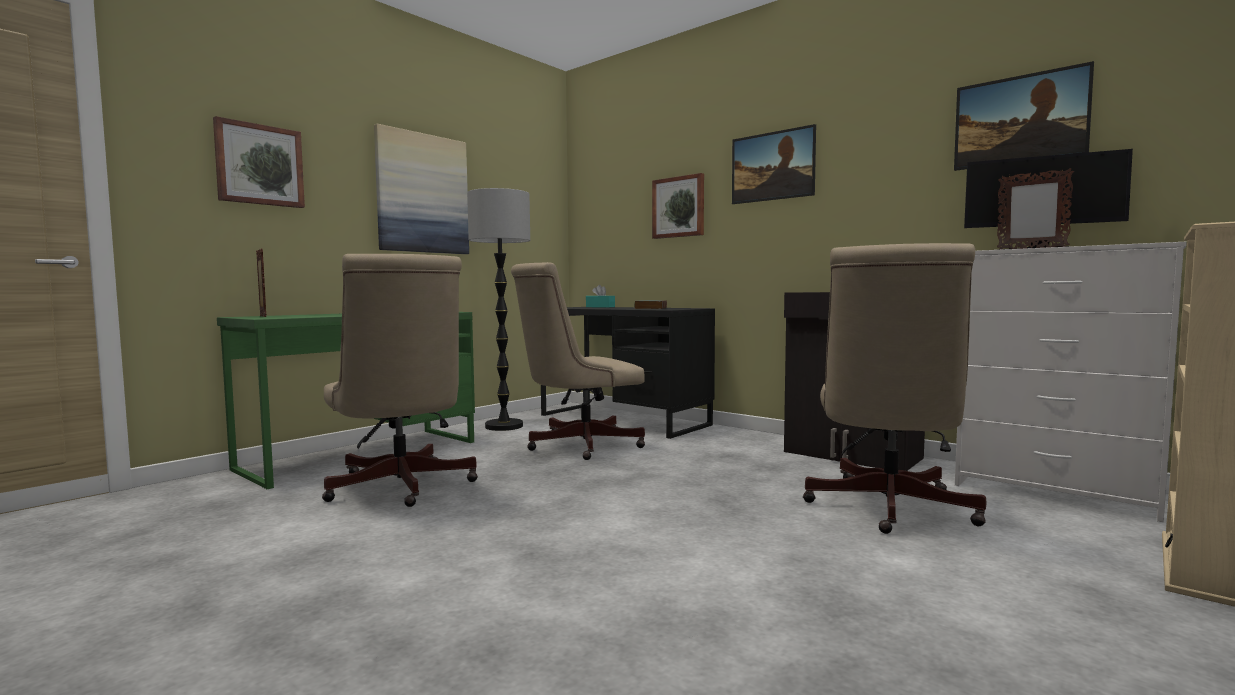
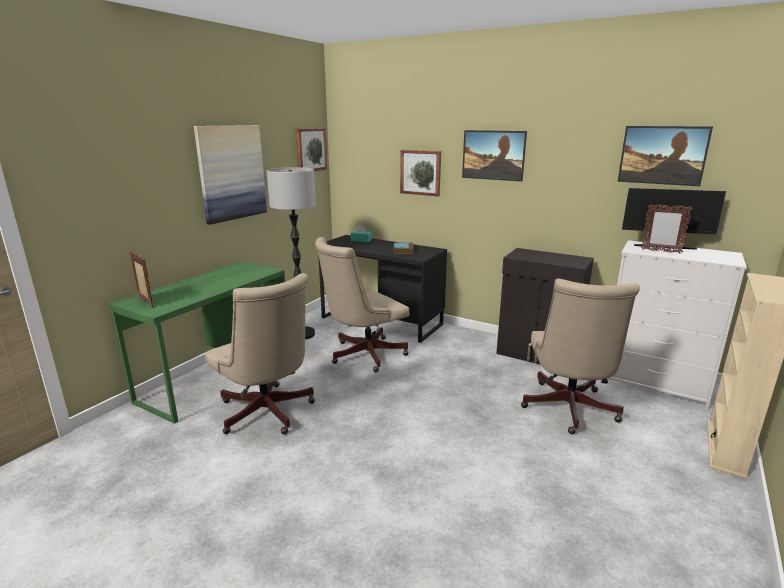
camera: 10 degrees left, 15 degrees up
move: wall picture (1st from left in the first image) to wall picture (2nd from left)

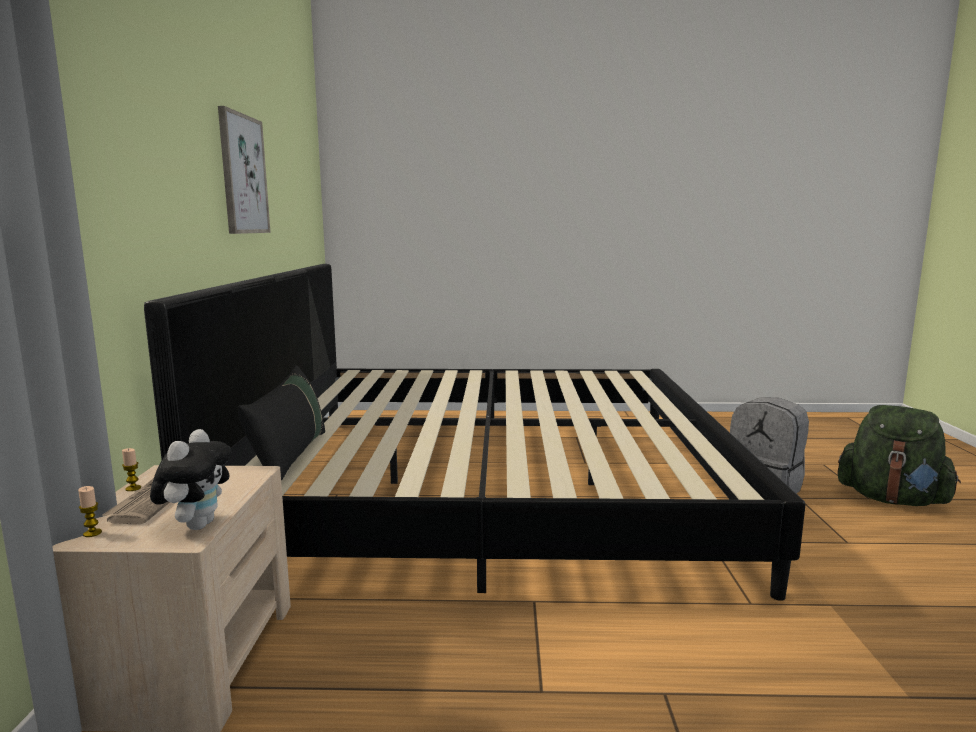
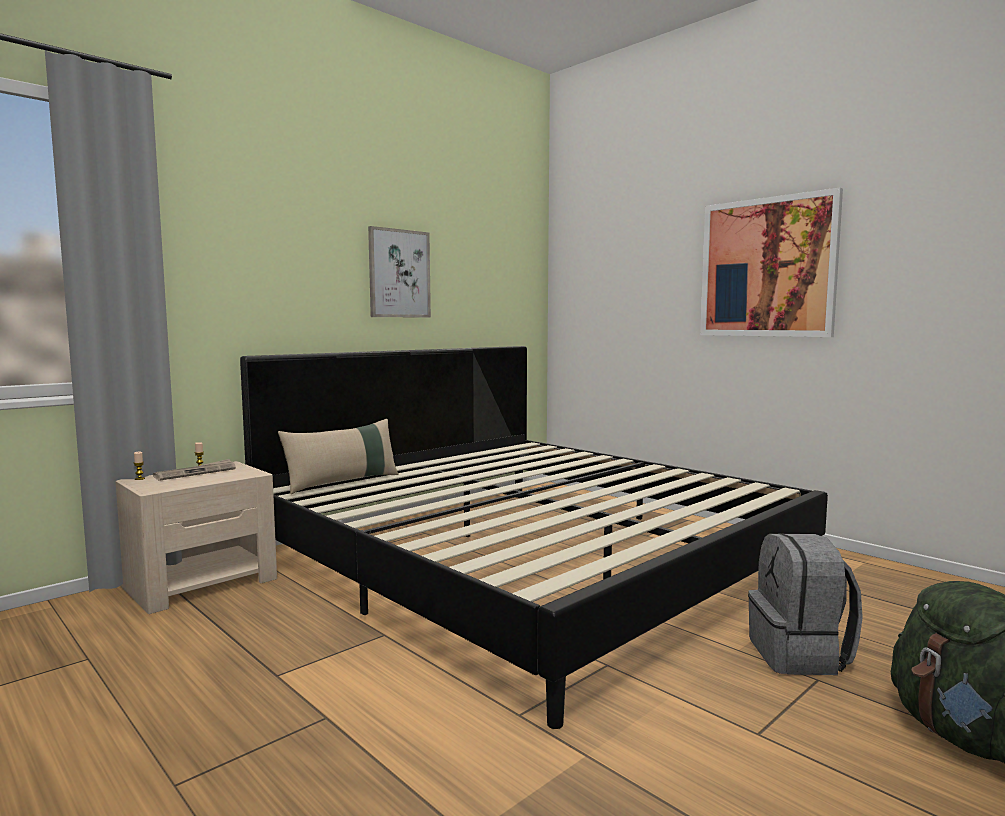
camera: 45 degrees right, 5 degrees down
delete: plush toy
insert: wall picture (2nd from left)
recolor: black throw pillow to sand-coloured throw pillow

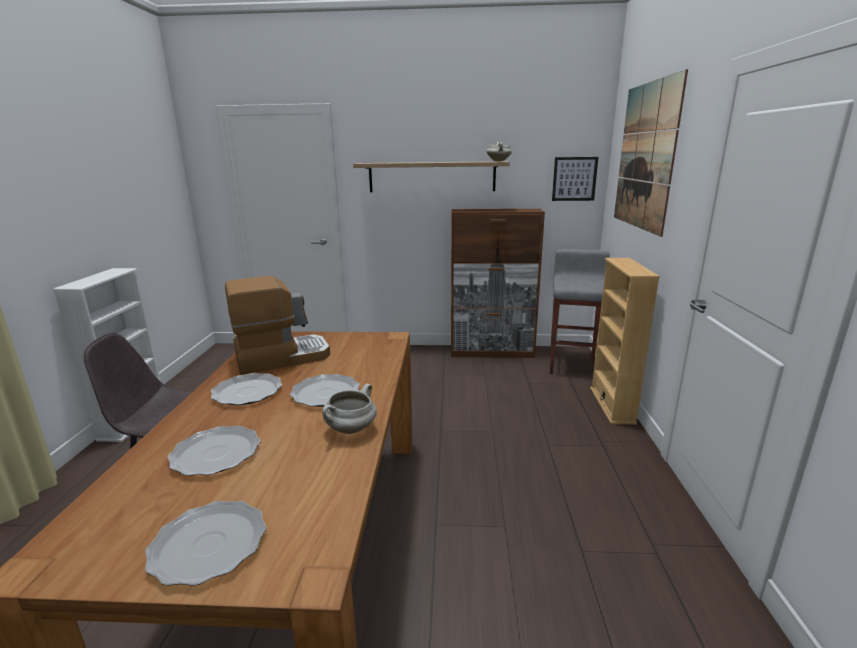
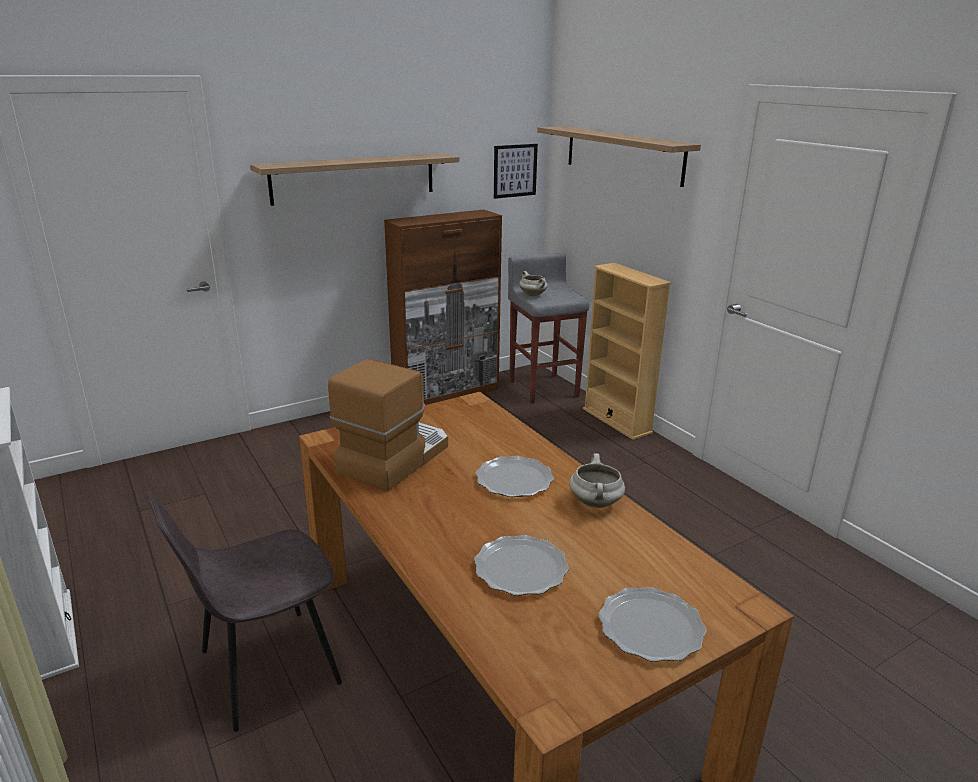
camera: 35 degrees left, 5 degrees up
delete: plate (3rd from left)
move: white-coloured stockpot (2nd from left in the first image) to white-coloured stockpot (1st from left)
replace: wall picture (2nd from left) to shelf (2nd from left)

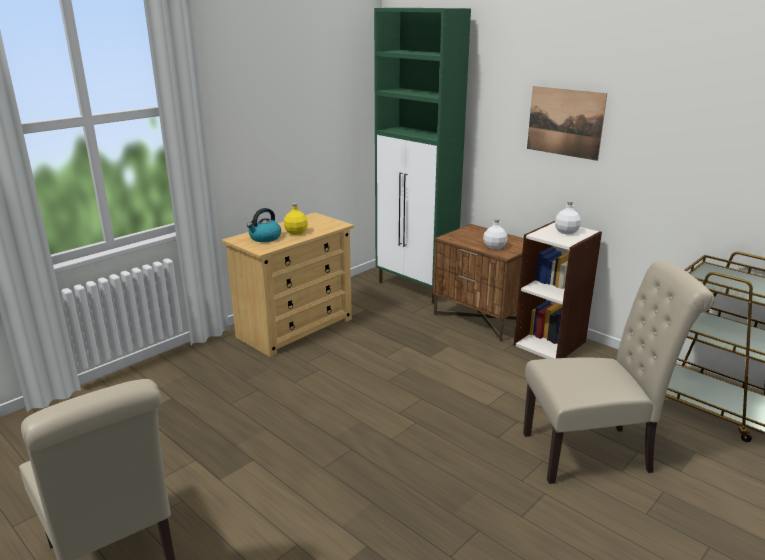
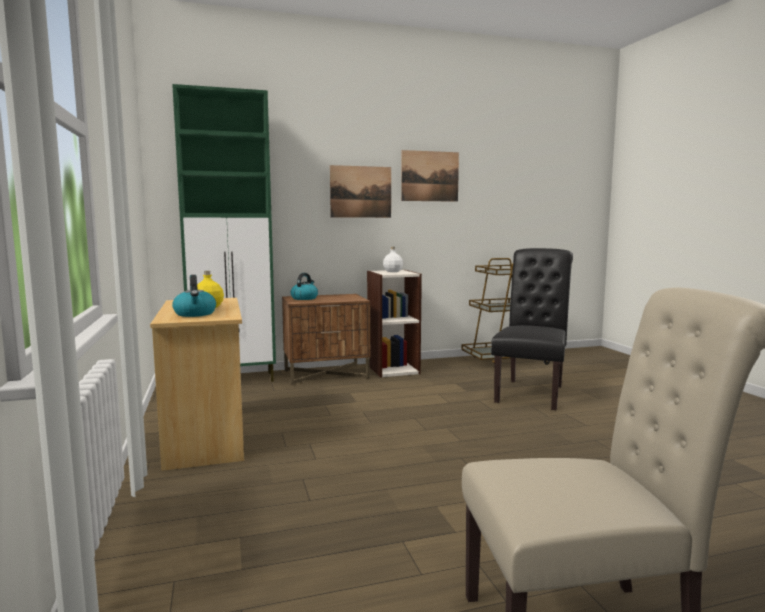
camera: 60 degrees left, 15 degrees down
delete: white-coloured bottle (1st from left)
insert: tea kettle (2nd from left); wall picture (2nd from left)
recolor: sand-coloured chair (2nd from left) to black chair

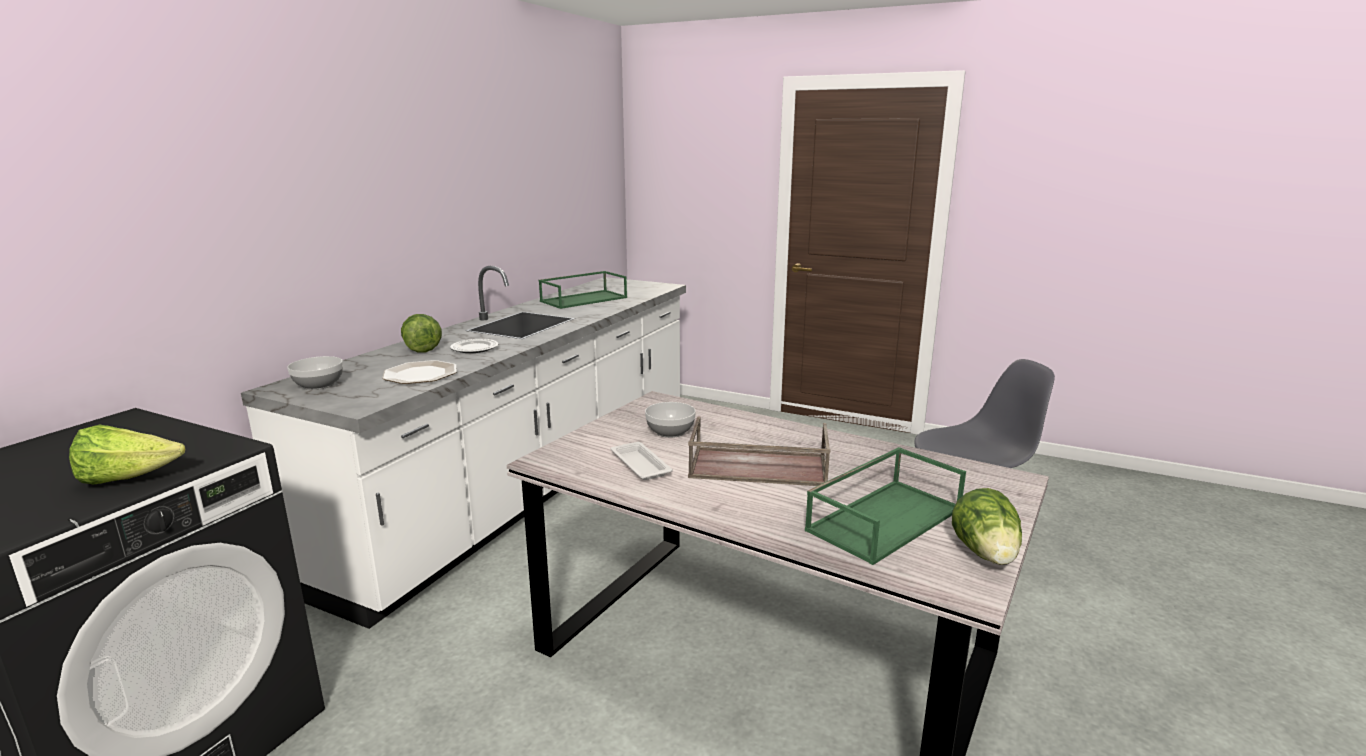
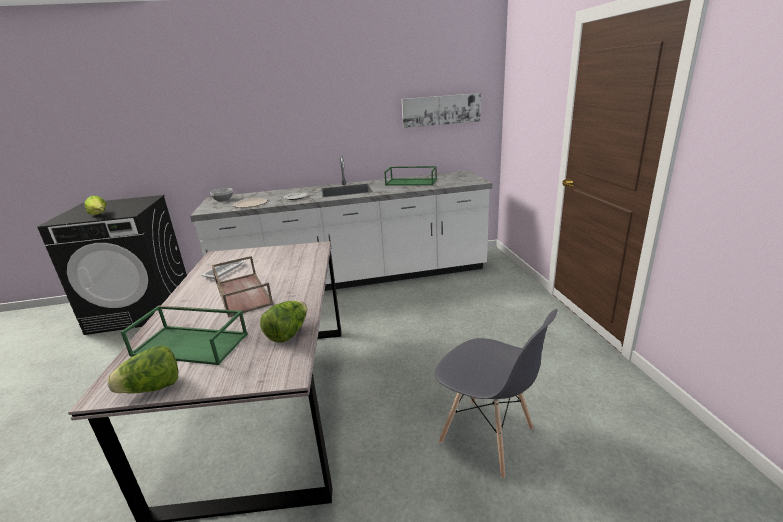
camera: 55 degrees right, 5 degrees up
delete: bowl (2nd from left)
insert: wall picture
move: lettuce (2nd from left in the first image) to lettuce (3rd from left)

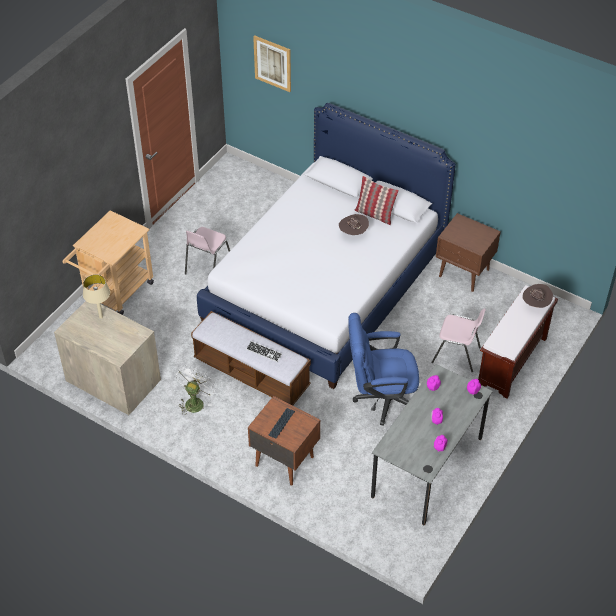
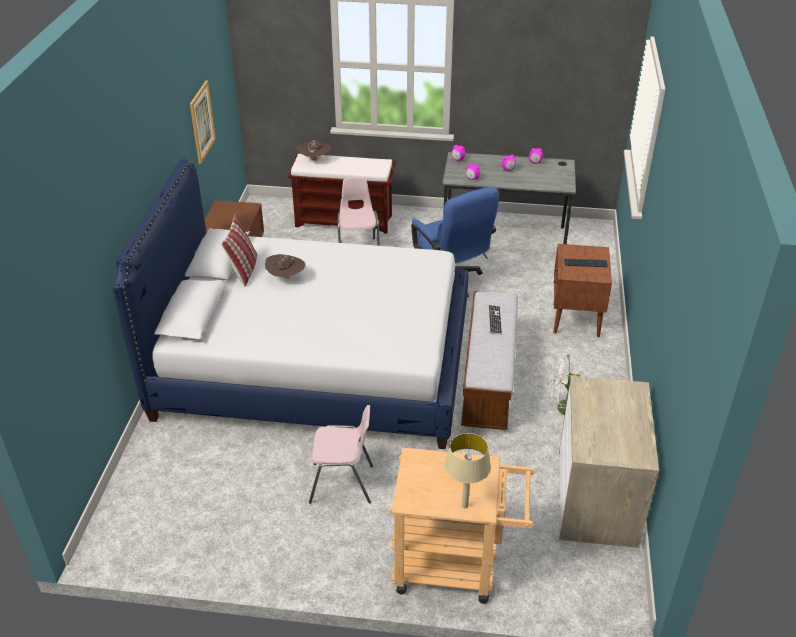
camera: 115 degrees left, 10 degrees down
move: sand-coloured table lamp; wall picture

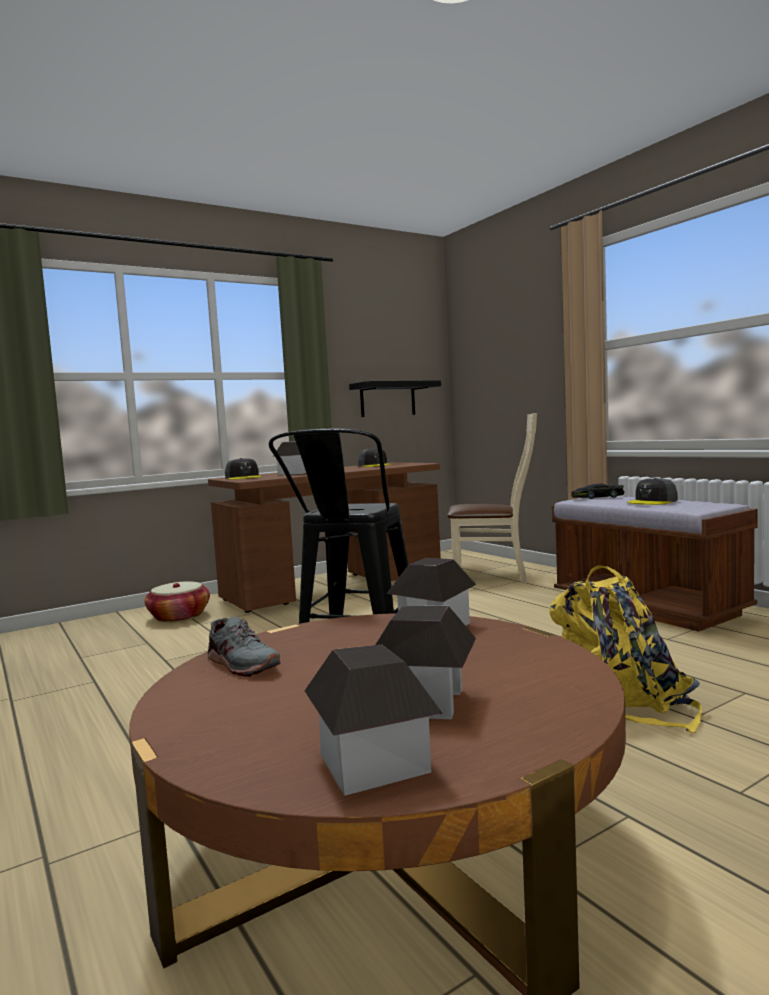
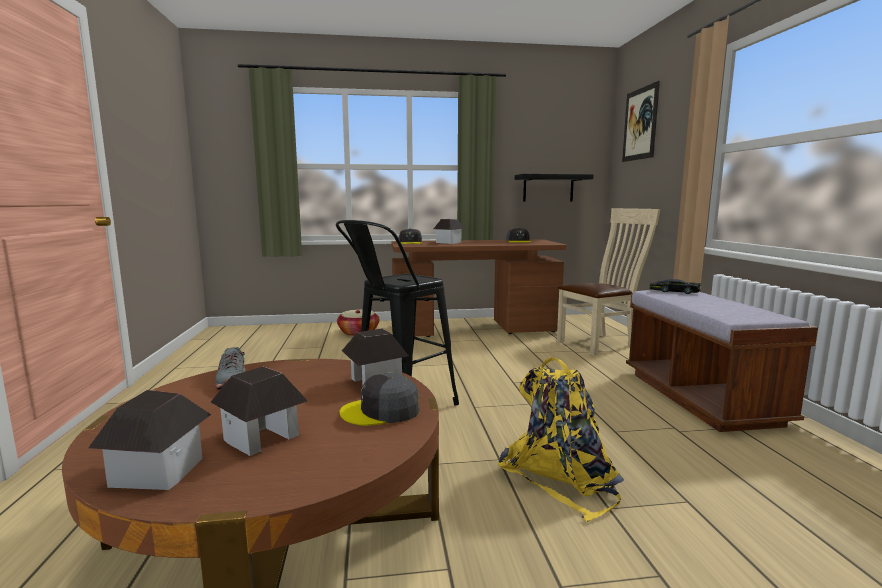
camera: 25 degrees right, 5 degrees up
insert: wall picture
move: greyish cap (3rd from left in the first image) to greyish cap (1st from left)
rotate: sand-coloured chair 60 degrees counterclockwise

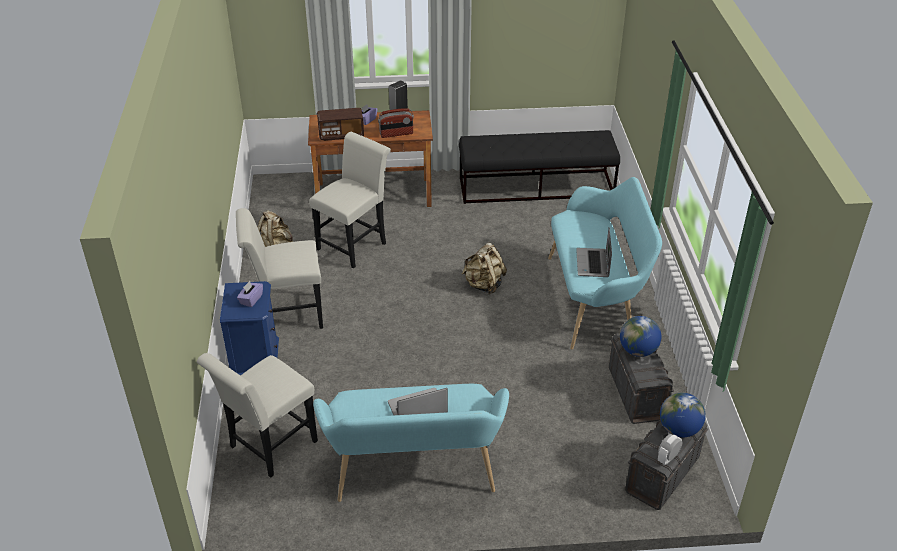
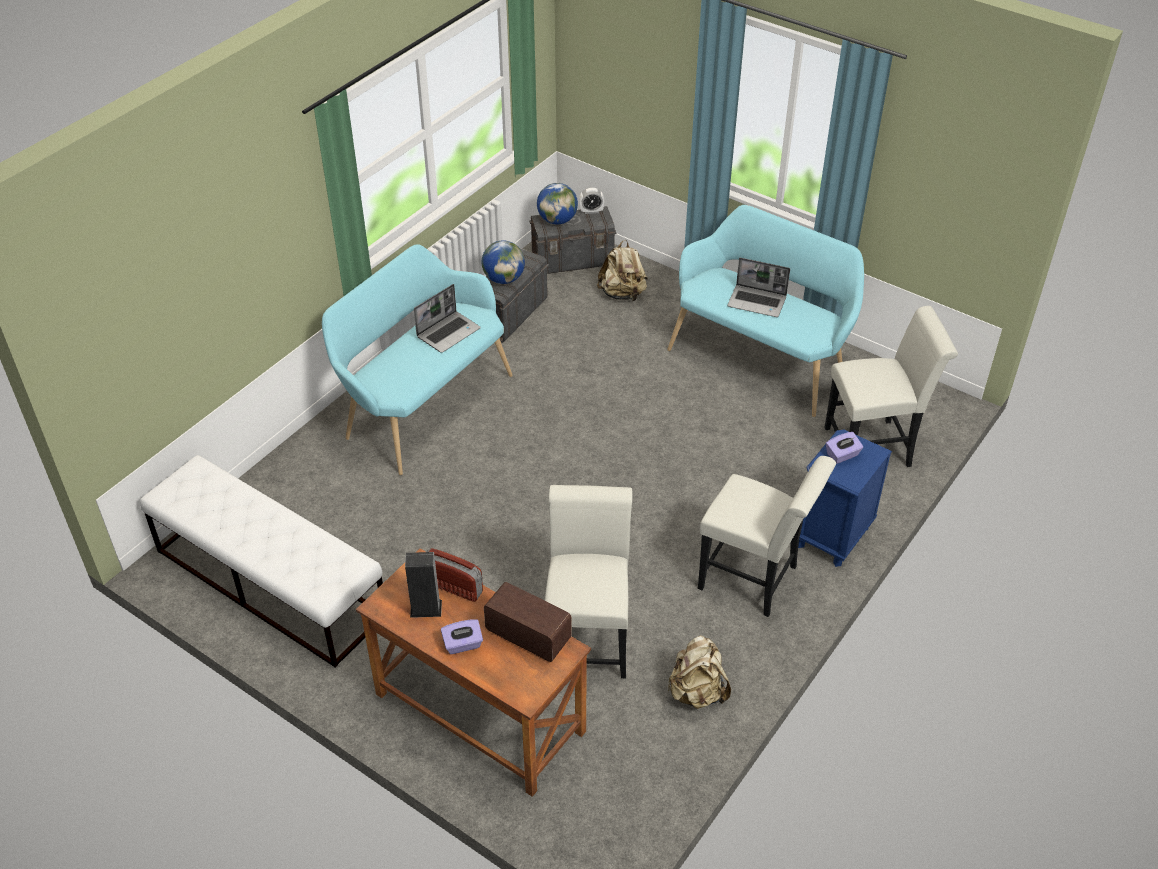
camera: 140 degrees left, 5 degrees up
move: sand-coloured rucksack (2nd from left in the first image) to sand-coloured rucksack (1st from left)
recolor: black long seat to white-coloured long seat
rotate: white-coloured chair (3rd from left in the first image) 105 degrees clockwise

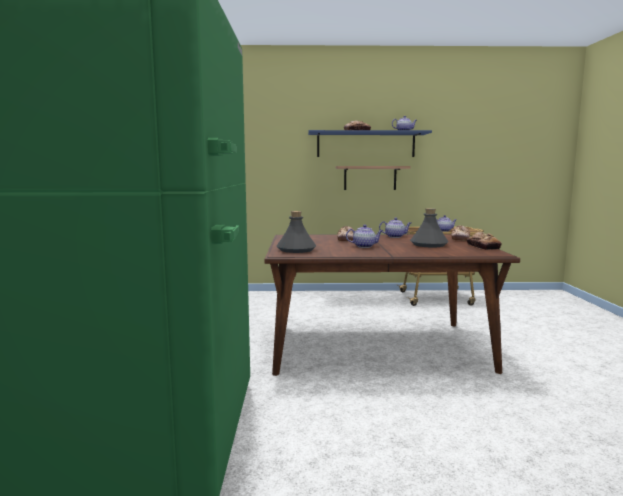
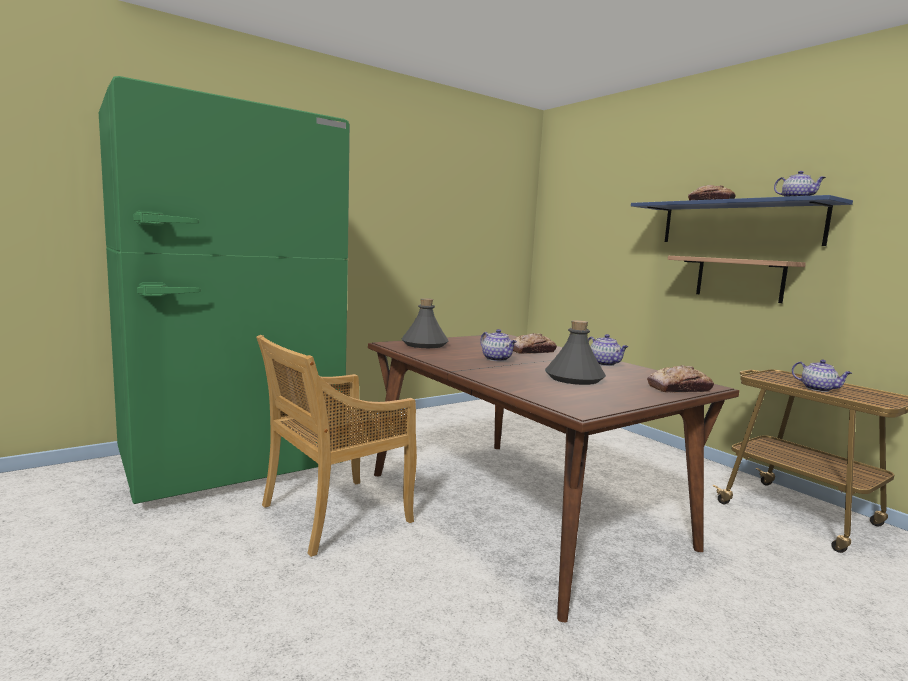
camera: 55 degrees right, 0 degrees up
delete: bakery bread (4th from left)
insert: sand-coloured chair

